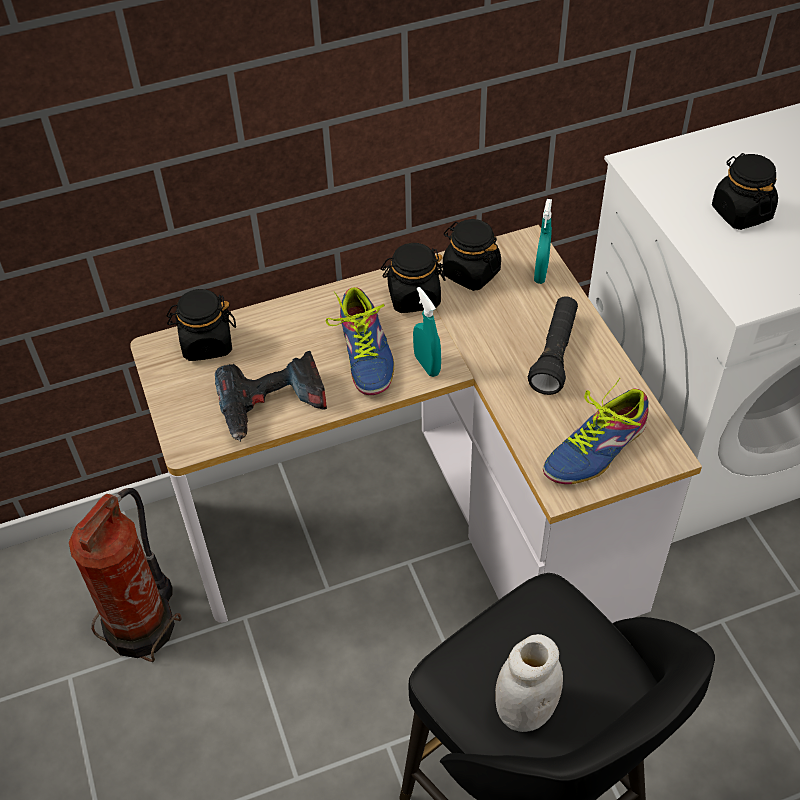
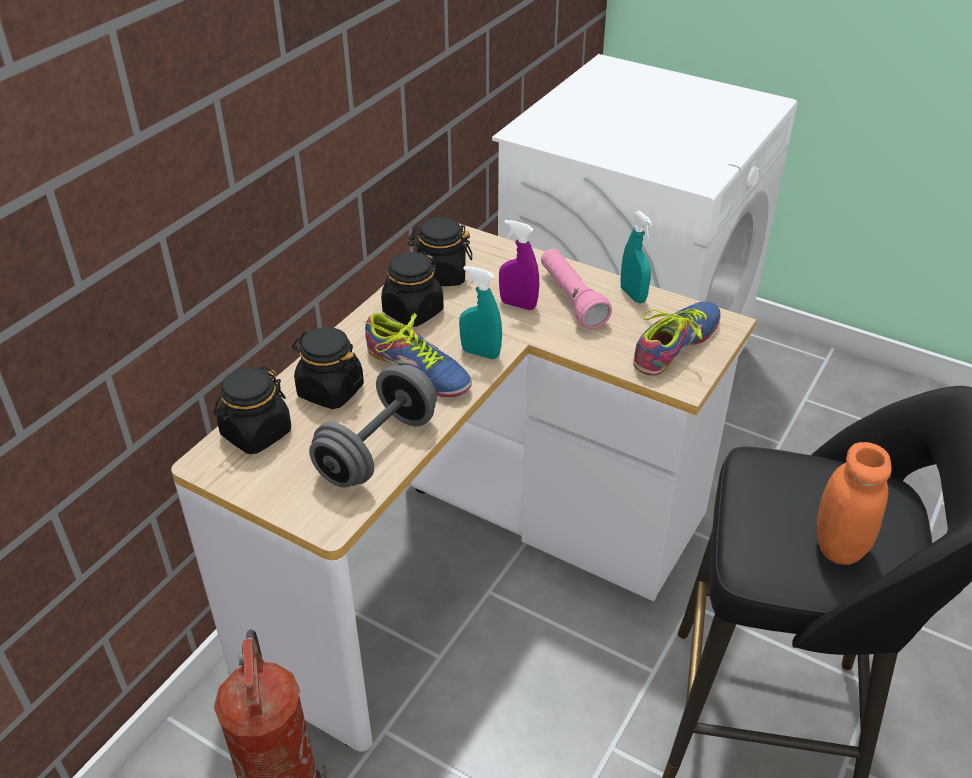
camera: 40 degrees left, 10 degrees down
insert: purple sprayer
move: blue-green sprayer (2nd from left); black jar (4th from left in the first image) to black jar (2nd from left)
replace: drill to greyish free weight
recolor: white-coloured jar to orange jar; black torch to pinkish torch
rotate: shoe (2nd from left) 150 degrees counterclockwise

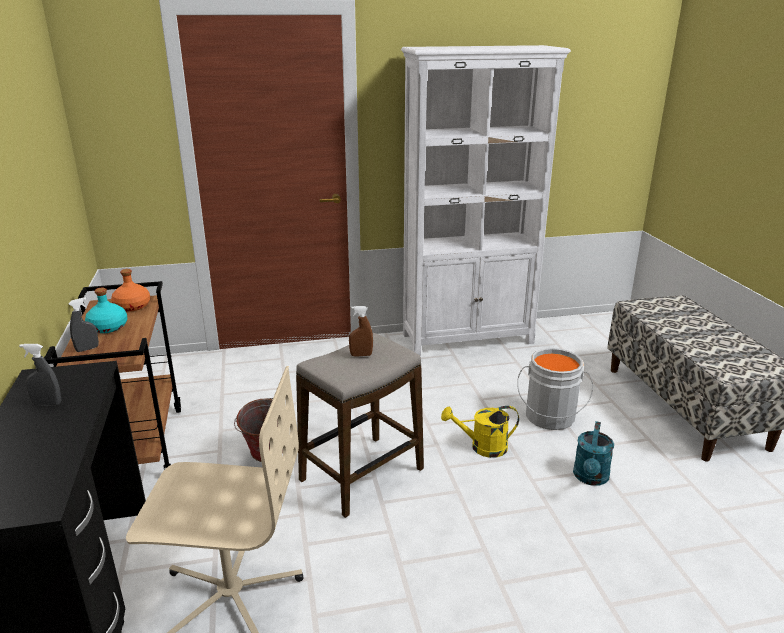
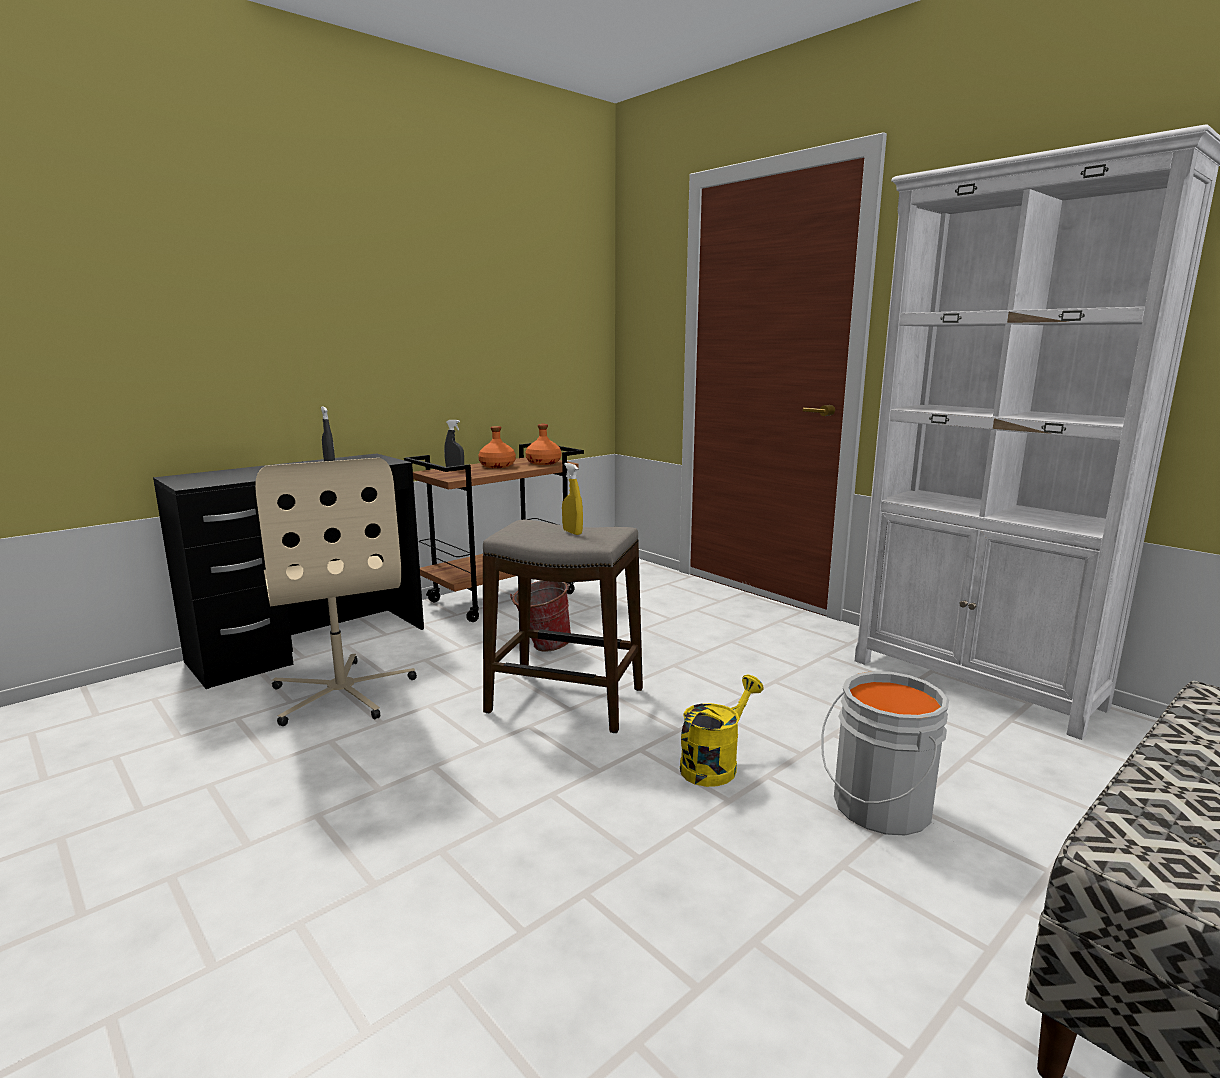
camera: 60 degrees right, 10 degrees down
delete: blue-green sprinkling can
recolor: blue-green bottle to orange bottle (1st from left); brown-coloured sprayer to yellow-coloured sprayer
rotate: yellow-coloured sprinkling can 75 degrees clockwise

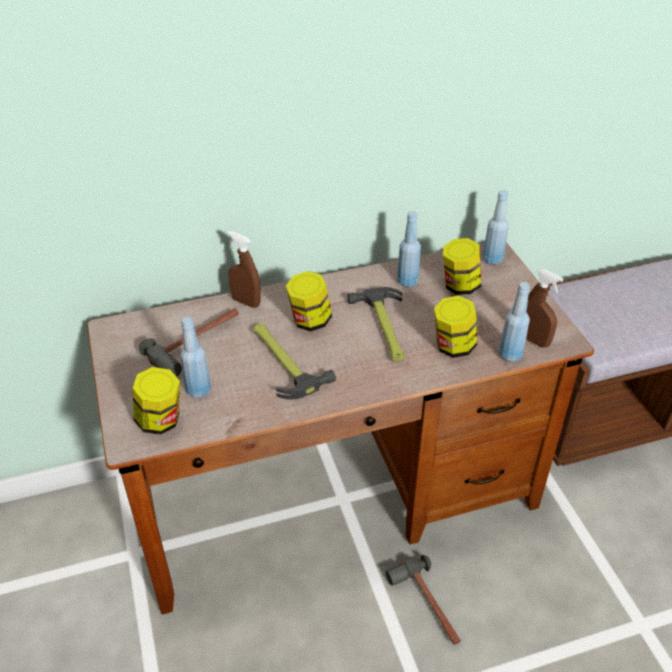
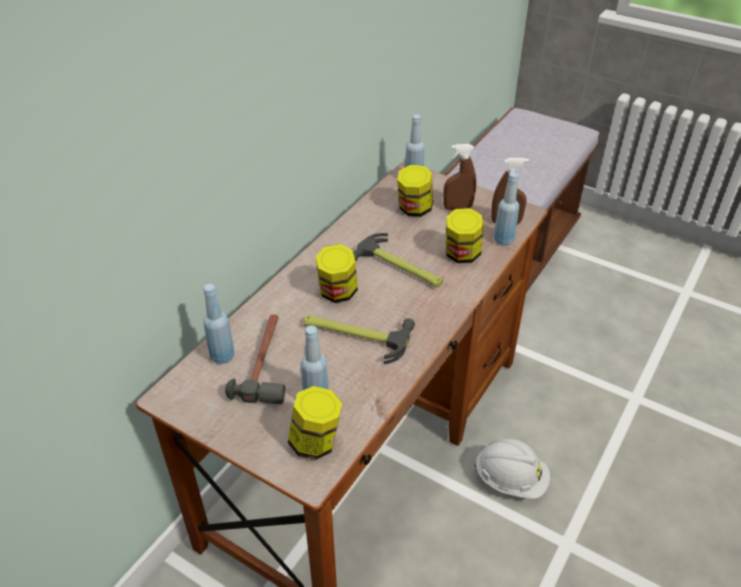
camera: 40 degrees left, 0 degrees up
move: brown-coloured sprayer (1st from left); blue-coloured bottle (2nd from left in the first image) to blue-coloured bottle (1st from left)
replace: hammer (4th from left) to white-coloured hard hat

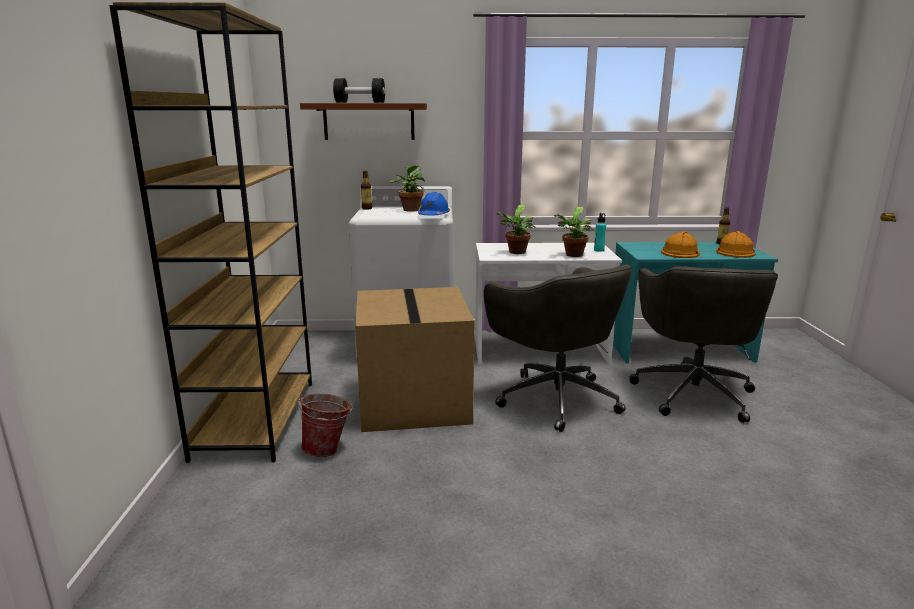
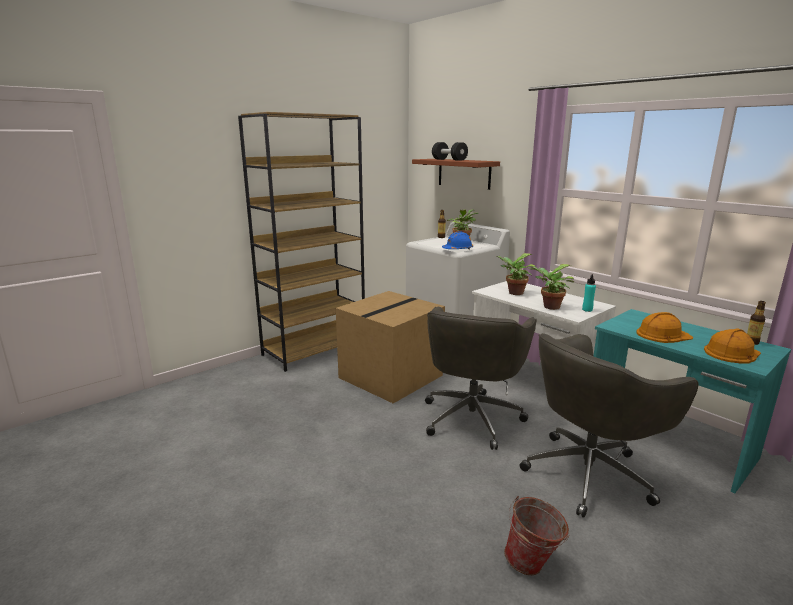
camera: 50 degrees right, 0 degrees up
move: pail

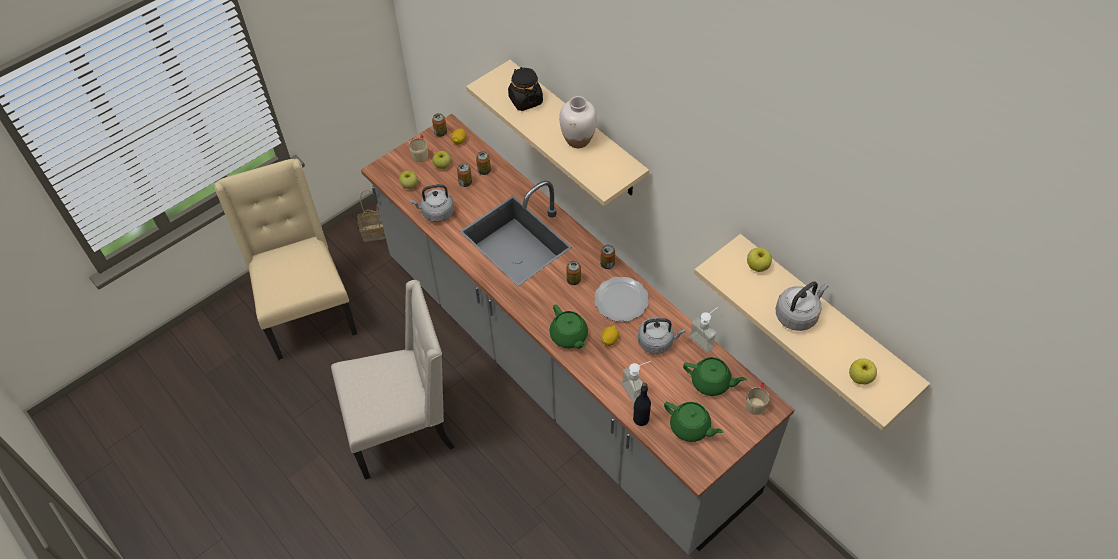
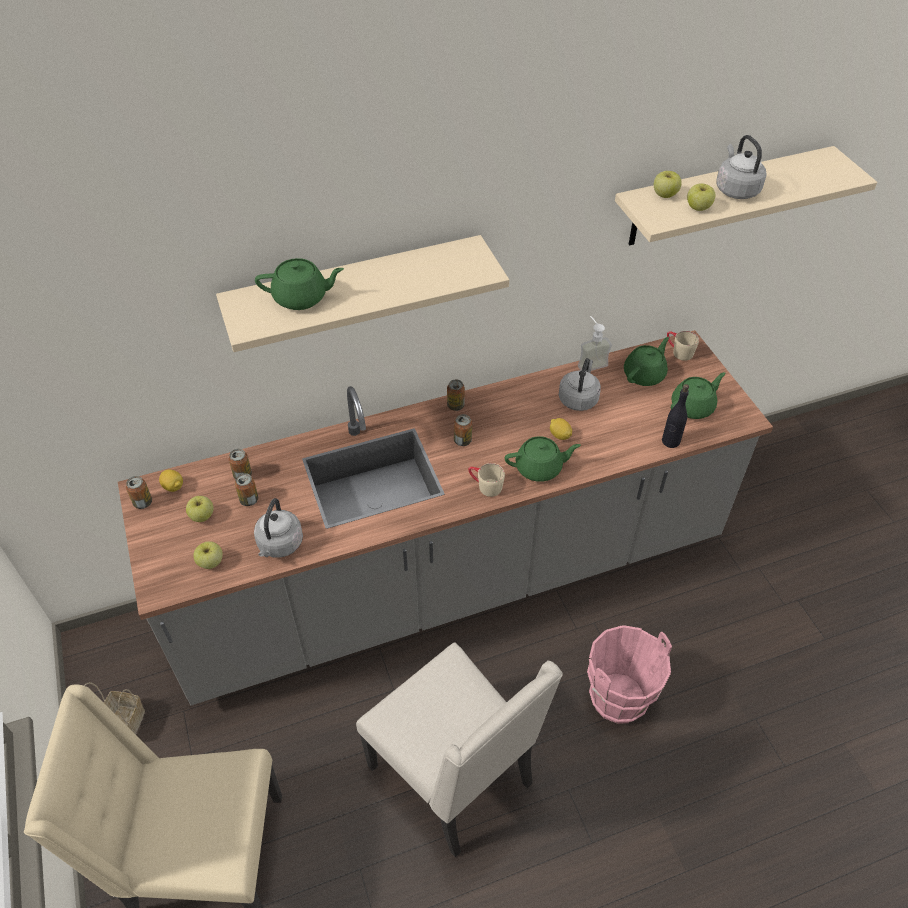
camera: 70 degrees left, 5 degrees down
delete: white-coloured flower vase; plate; soap bottle (1st from left)
insert: pinkish pail
move: sand-coloured tea mug (1st from left); apple (4th from left)
replace: black jar to green tea pot (1st from left)
rotate: sand-coloured chair (2nd from left) 135 degrees clockwise

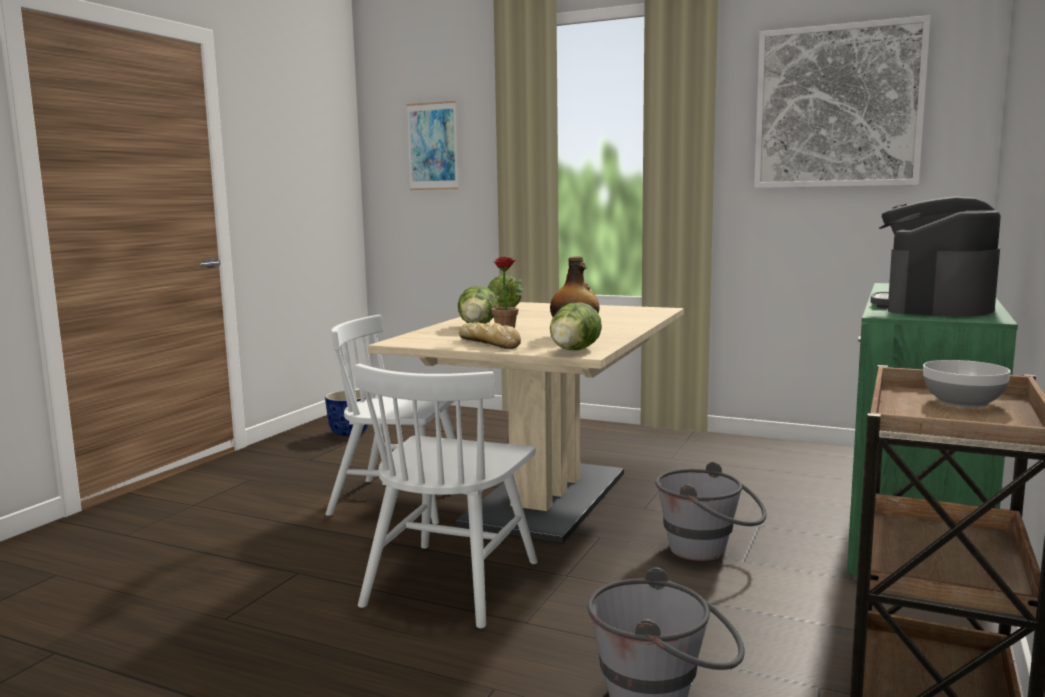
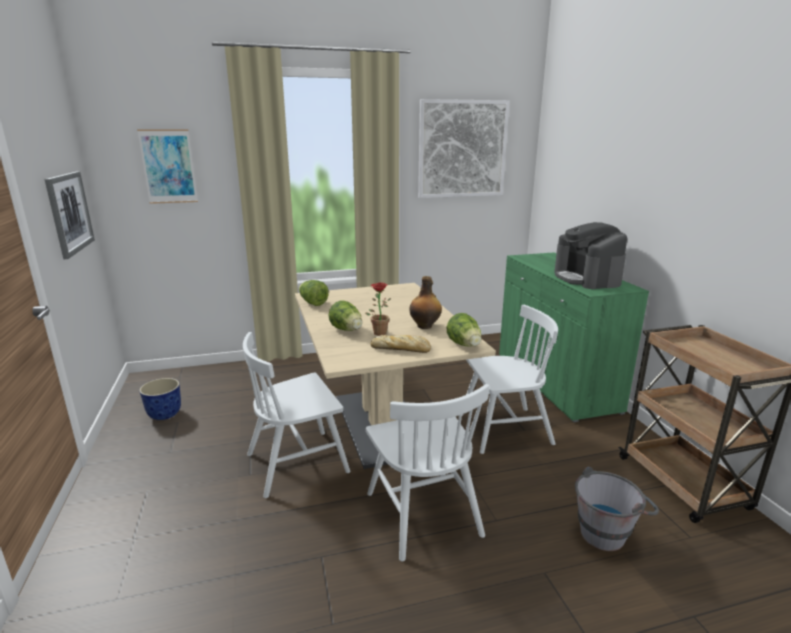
camera: 40 degrees left, 10 degrees up
delete: bowl
insert: wall picture (1st from left)
replace: greyish pail (2nd from left) to white-coloured chair (3rd from left)

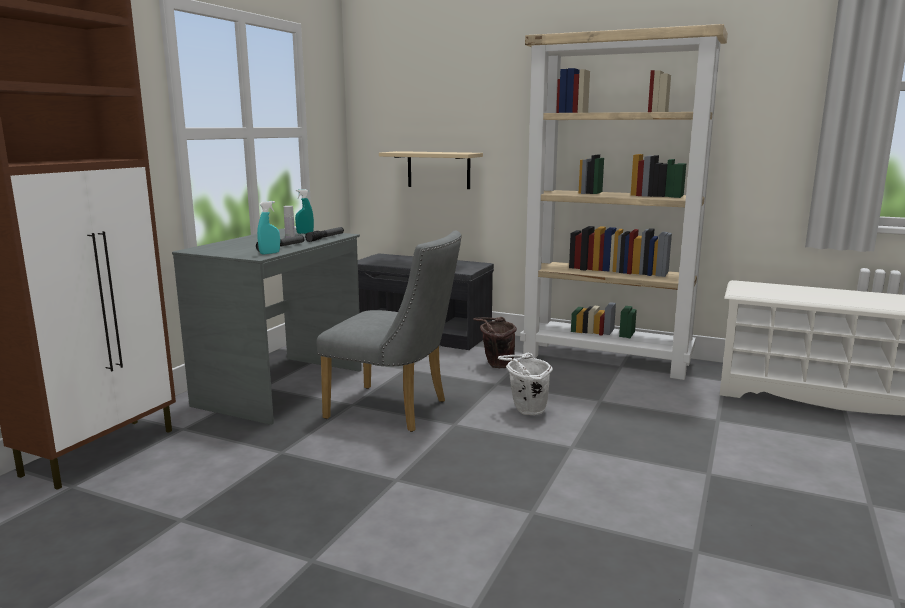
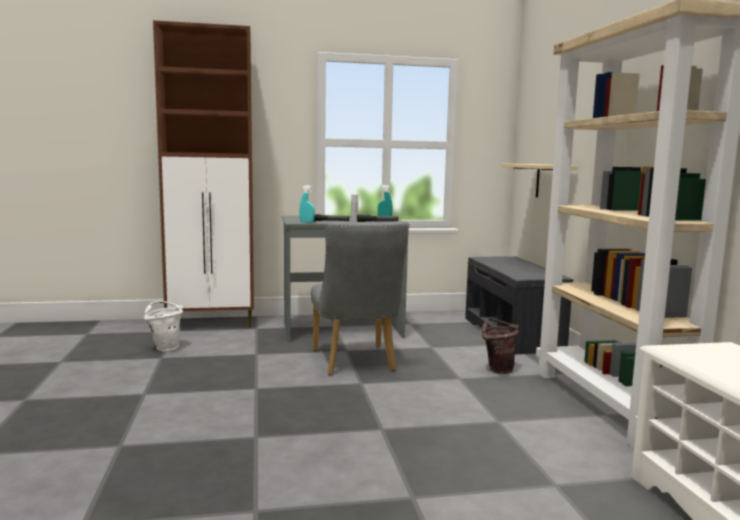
camera: 55 degrees right, 5 degrees down
move: white-coloured pail

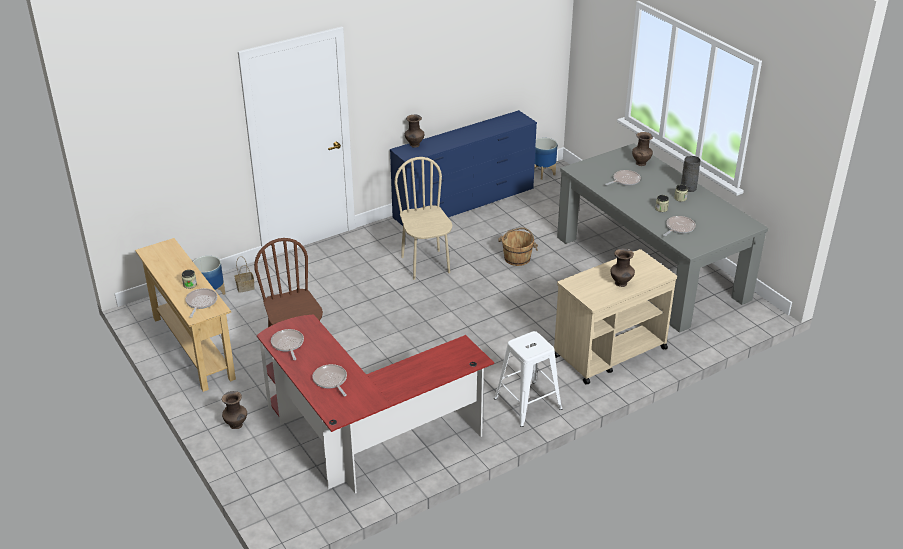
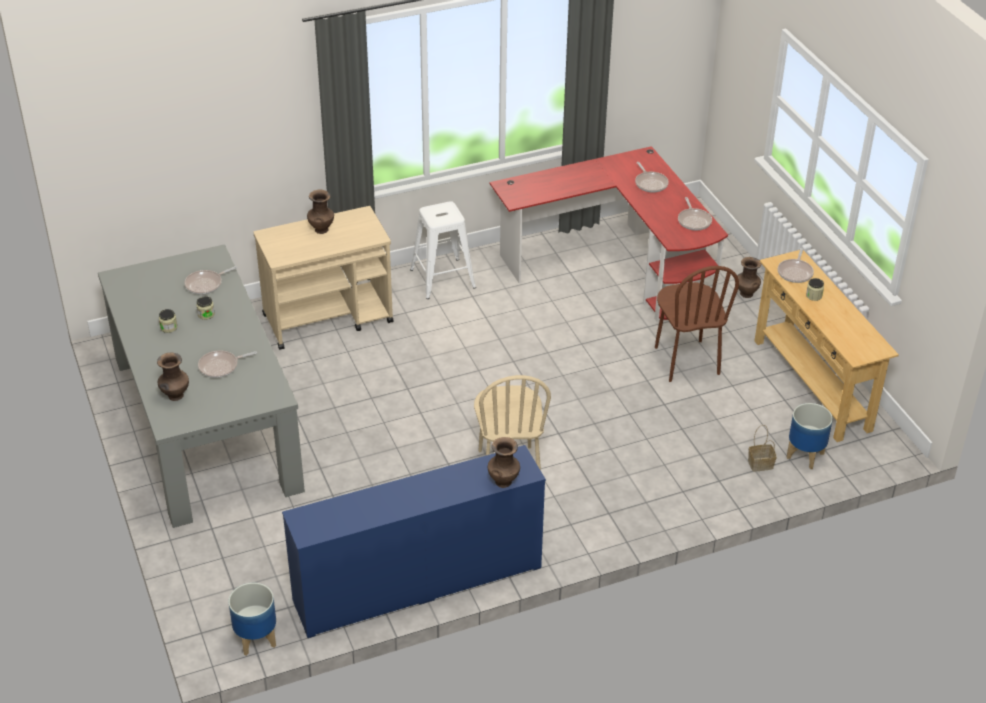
camera: 170 degrees left, 5 degrees up
delete: brown-coloured pail; greyish flower vase

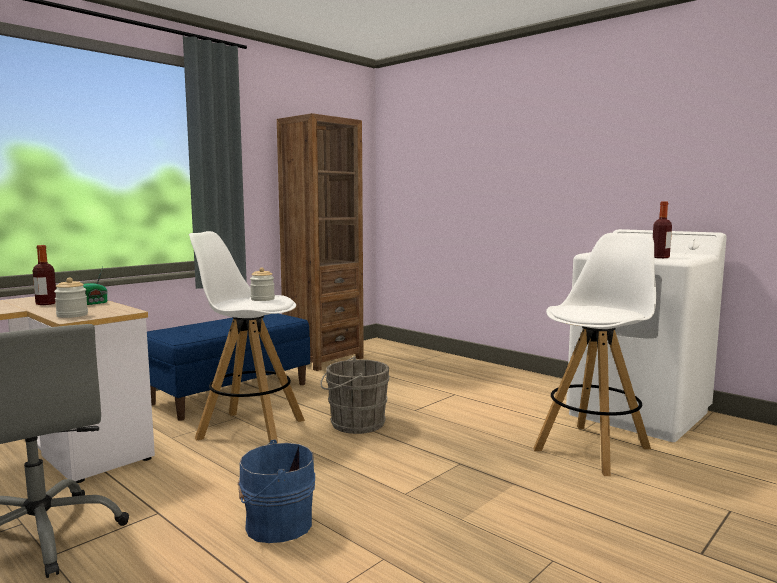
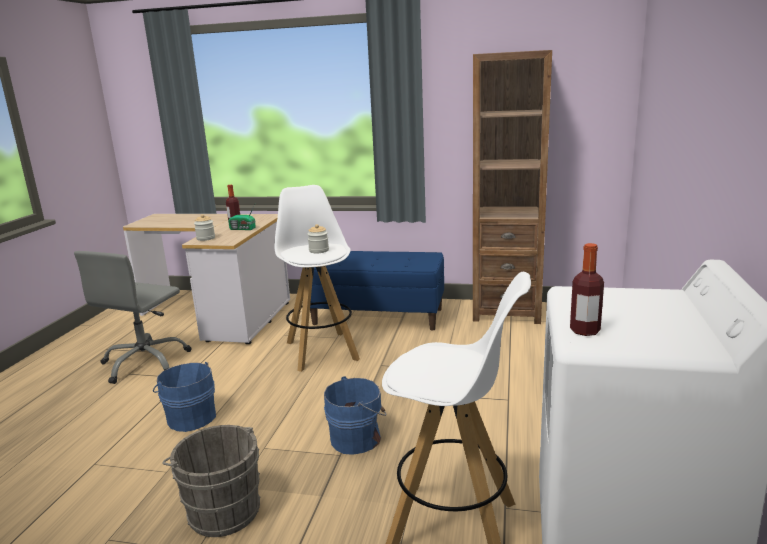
camera: 60 degrees right, 10 degrees up
insert: blue-coloured pail (2nd from left)
move: greyish pail

